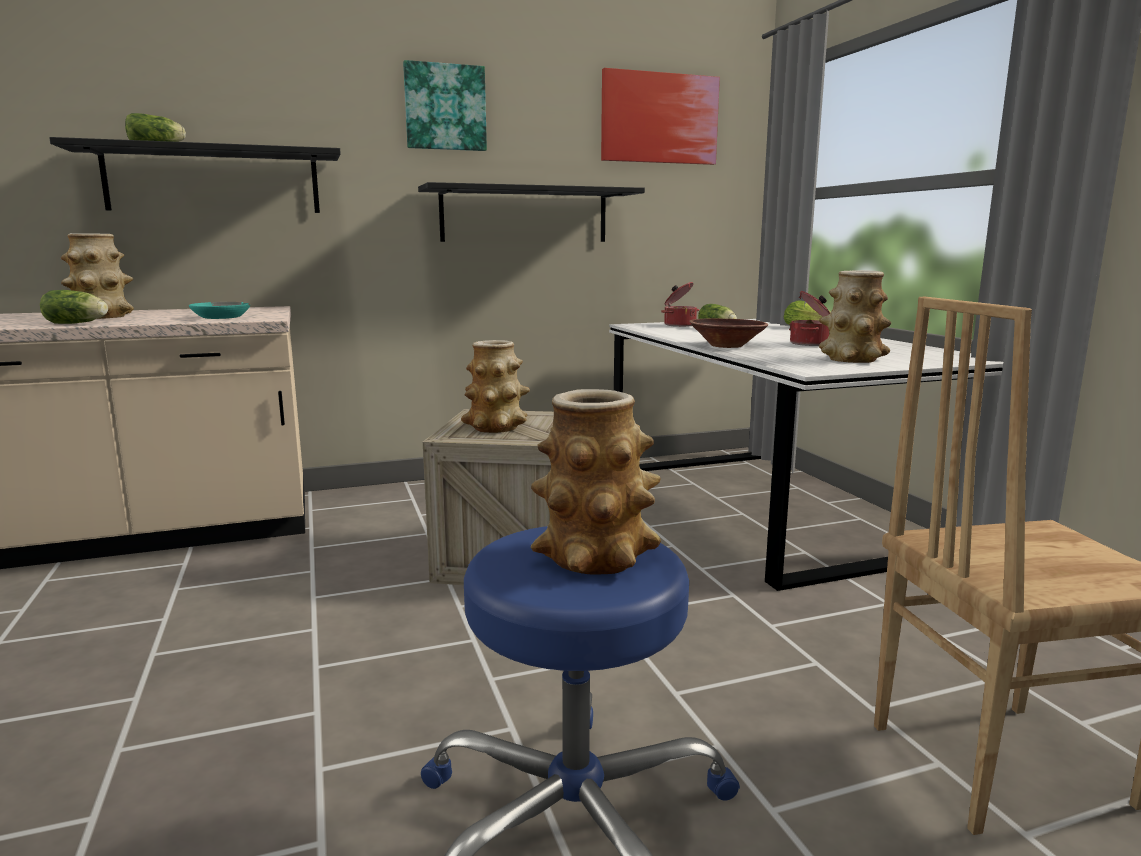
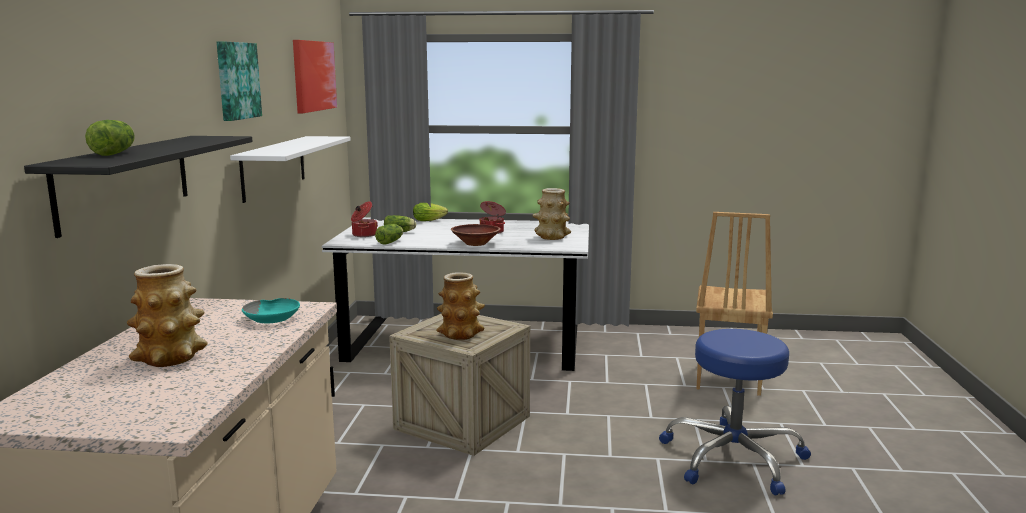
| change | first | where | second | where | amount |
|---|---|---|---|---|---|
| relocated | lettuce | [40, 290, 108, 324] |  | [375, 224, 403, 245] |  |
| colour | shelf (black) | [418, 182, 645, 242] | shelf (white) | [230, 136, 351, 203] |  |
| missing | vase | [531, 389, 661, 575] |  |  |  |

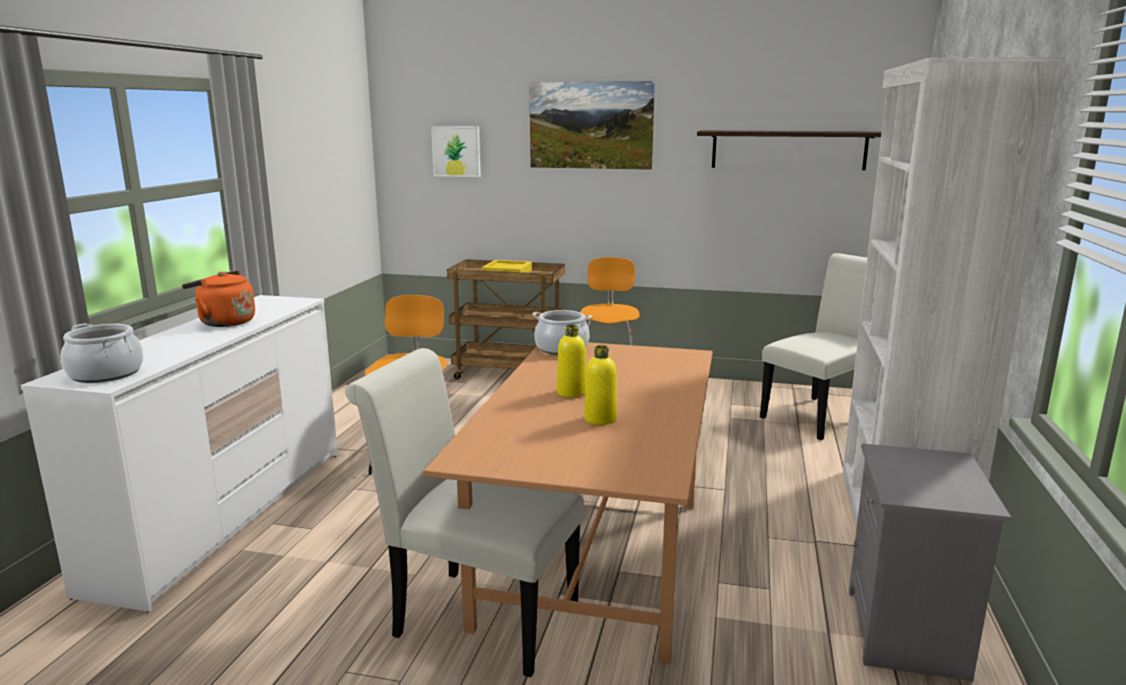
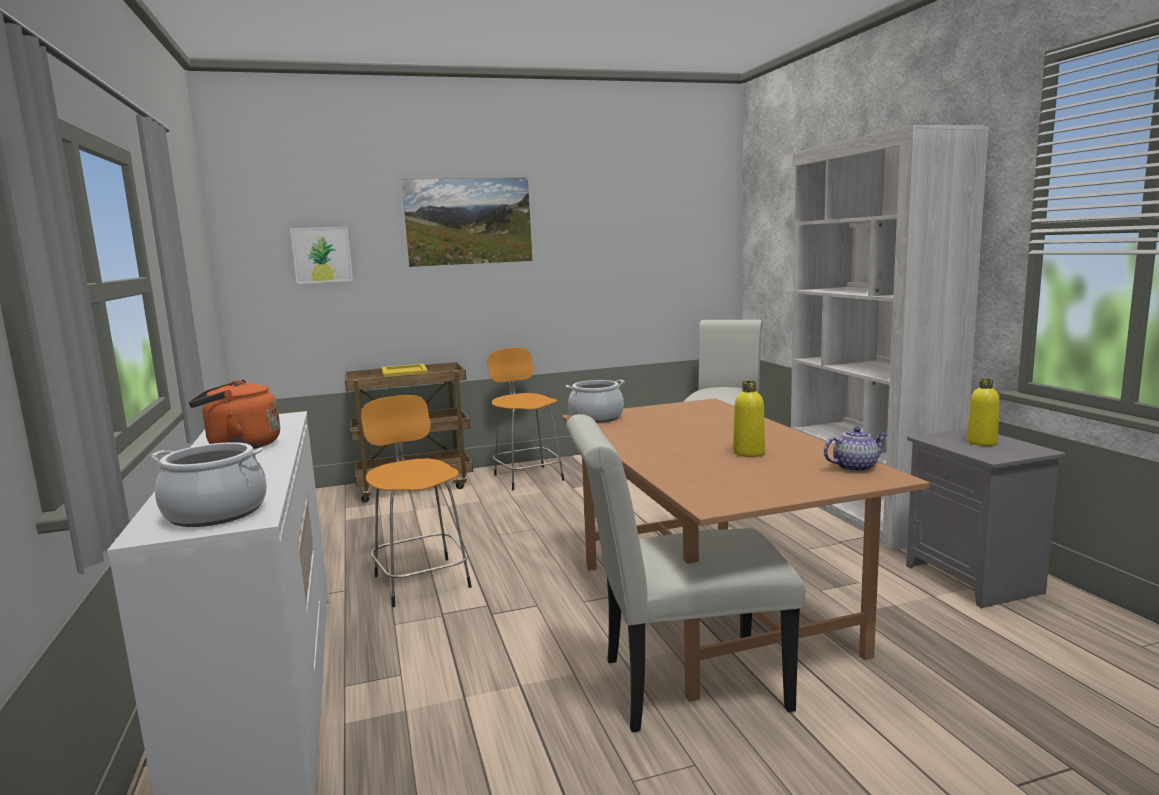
| change | first | where | second | where | amount |
|---|---|---|---|---|---|
| relocated | bottle (yellow) | [557, 325, 586, 398] |  | [966, 379, 999, 446] |  |
| missing | shelf | [697, 130, 882, 170] |  |  |  |
| appeared |  |  | teapot | [824, 427, 887, 472] |  |

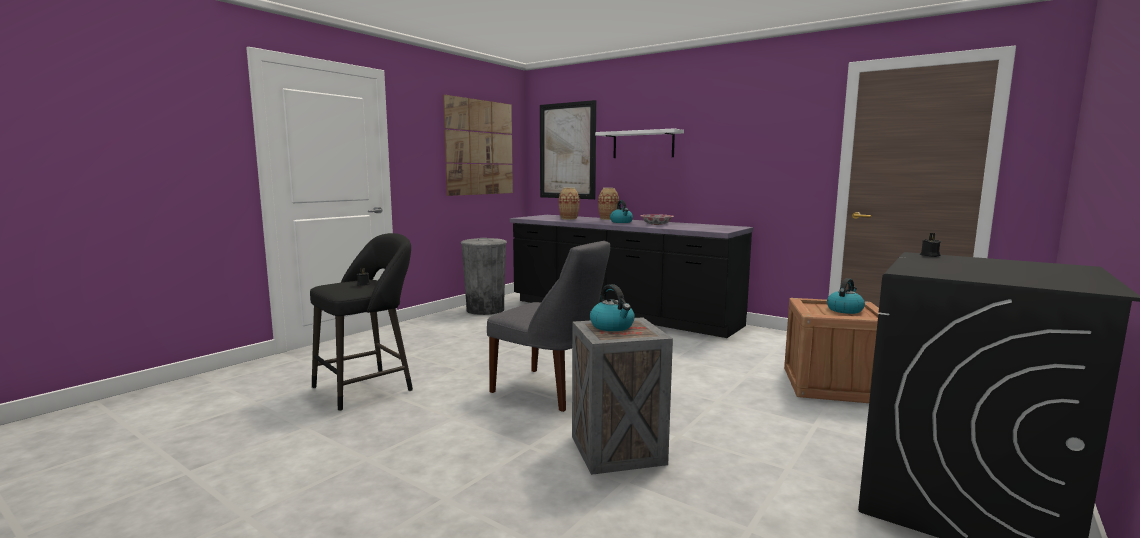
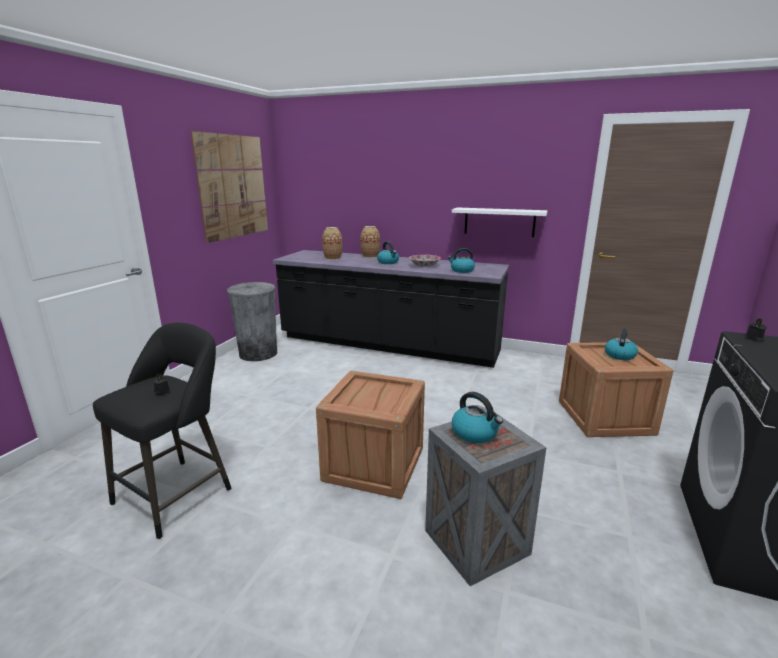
| change | first | where | second | where | amount |
|---|---|---|---|---|---|
| exchanged | chair (grey) | [487, 241, 610, 412] | crate | [316, 371, 425, 499] |  |
| missing | picture | [540, 100, 597, 199] |  |  |  |
| relocated | shelf (white) | [595, 129, 684, 158] |  | [452, 207, 548, 237] |  |
| appeared |  |  | kettle | [448, 248, 475, 273] |  |

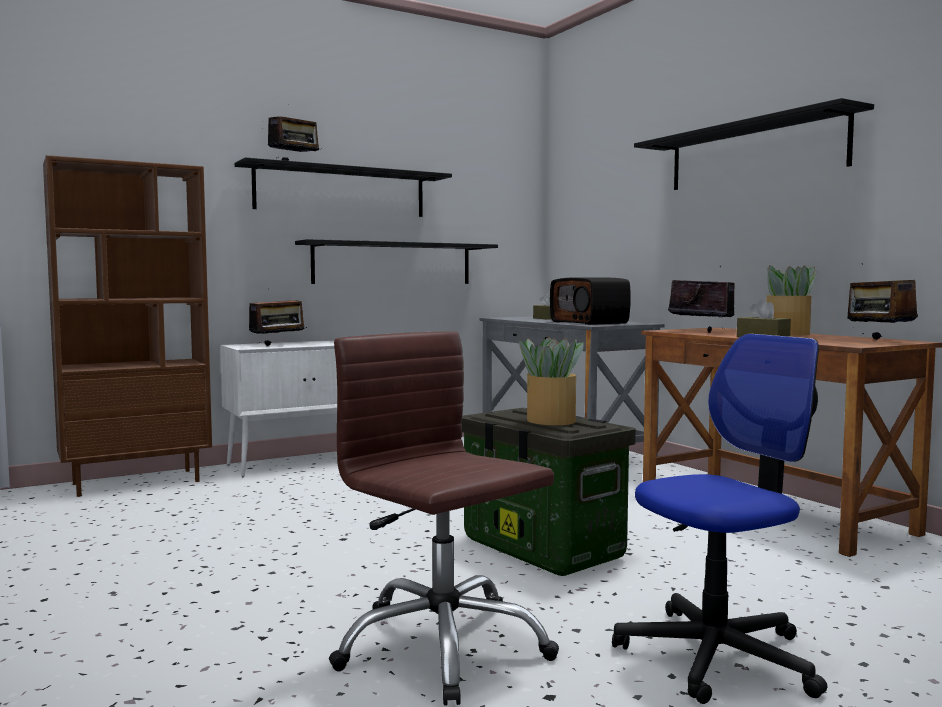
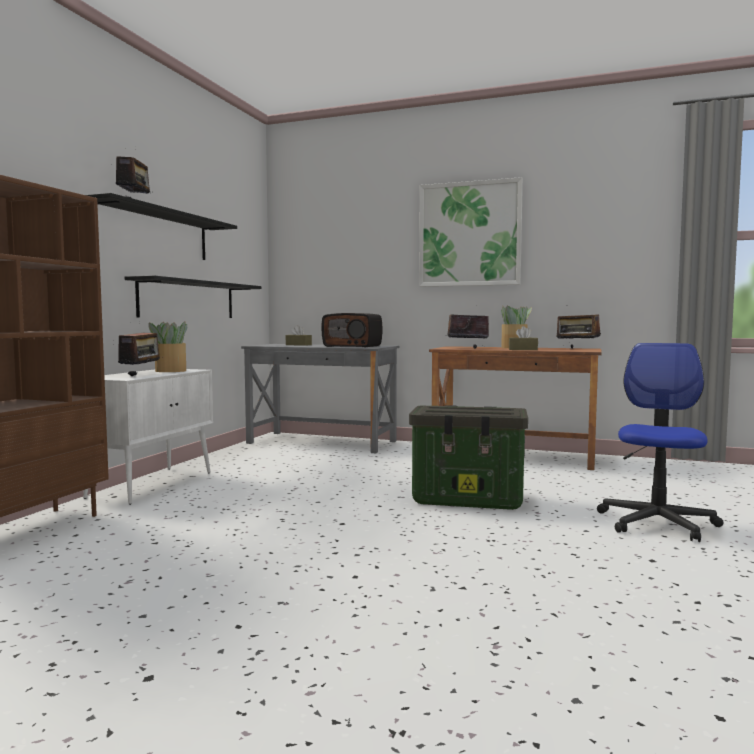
| change | first | where | second | where | amount |
|---|---|---|---|---|---|
| missing | office chair (brown) | [329, 331, 559, 706] |  |  |  |
| relocated | potted plant | [519, 337, 583, 425] |  | [148, 321, 187, 372] |  |
| exchanged | shelf (black) | [634, 98, 874, 190] | picture | [419, 177, 523, 287] |  |

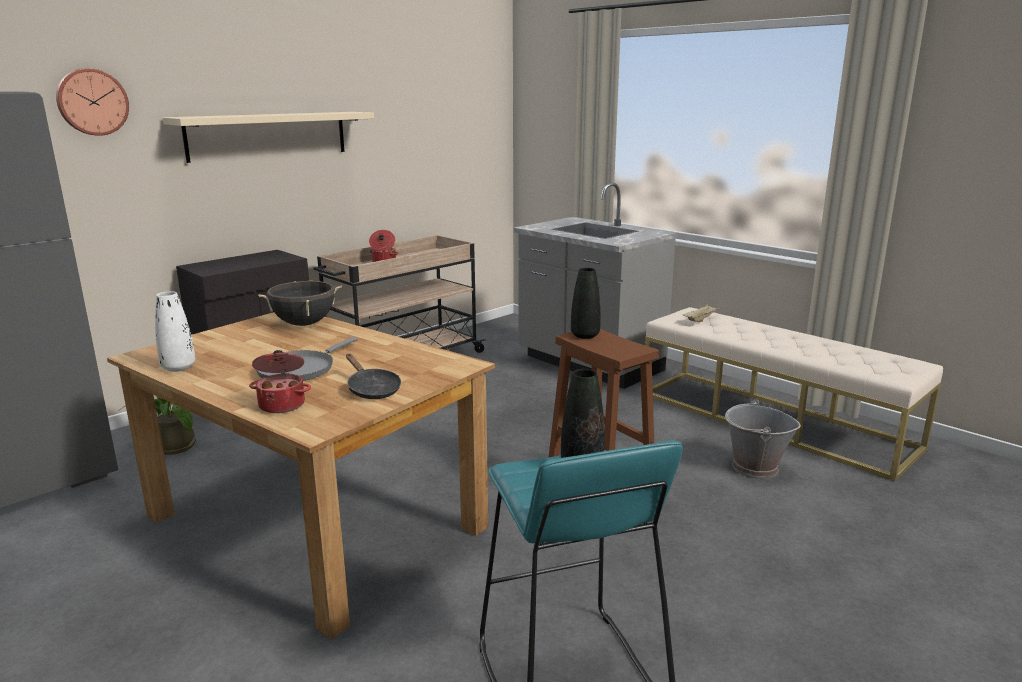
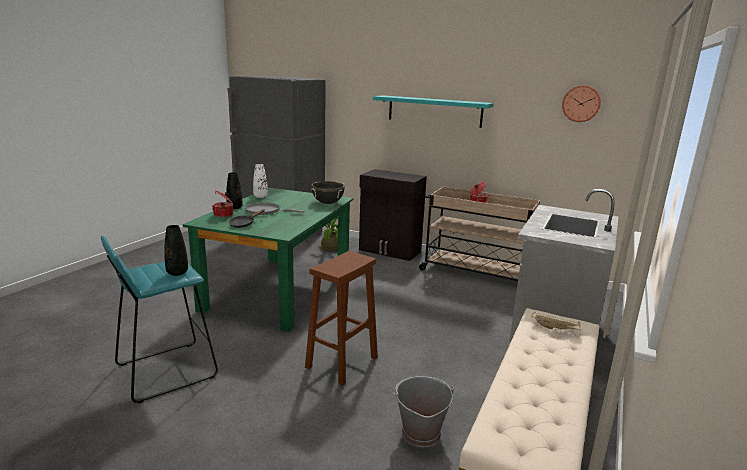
| change | first | where | second | where | amount |
|---|---|---|---|---|---|
| relocated | wall clock | [56, 68, 129, 136] |  | [562, 85, 601, 122] |  |
| colour | dining table (brown) | [107, 312, 495, 639] | dining table (green) | [182, 188, 353, 332] |  |
| colour | shelf (beige) | [163, 112, 374, 163] | shelf (turquoise) | [373, 95, 494, 128] |  |
| relocated | vase (black) | [571, 268, 601, 339] |  | [226, 172, 242, 209] |  |

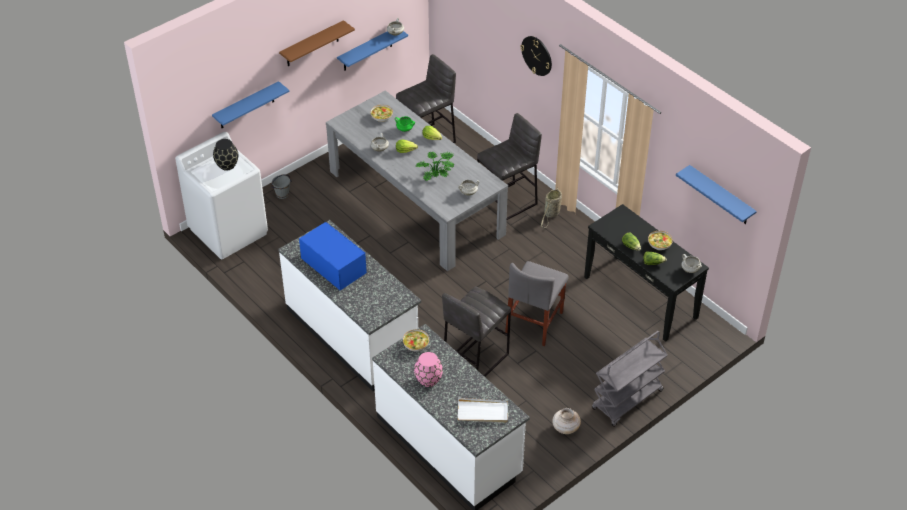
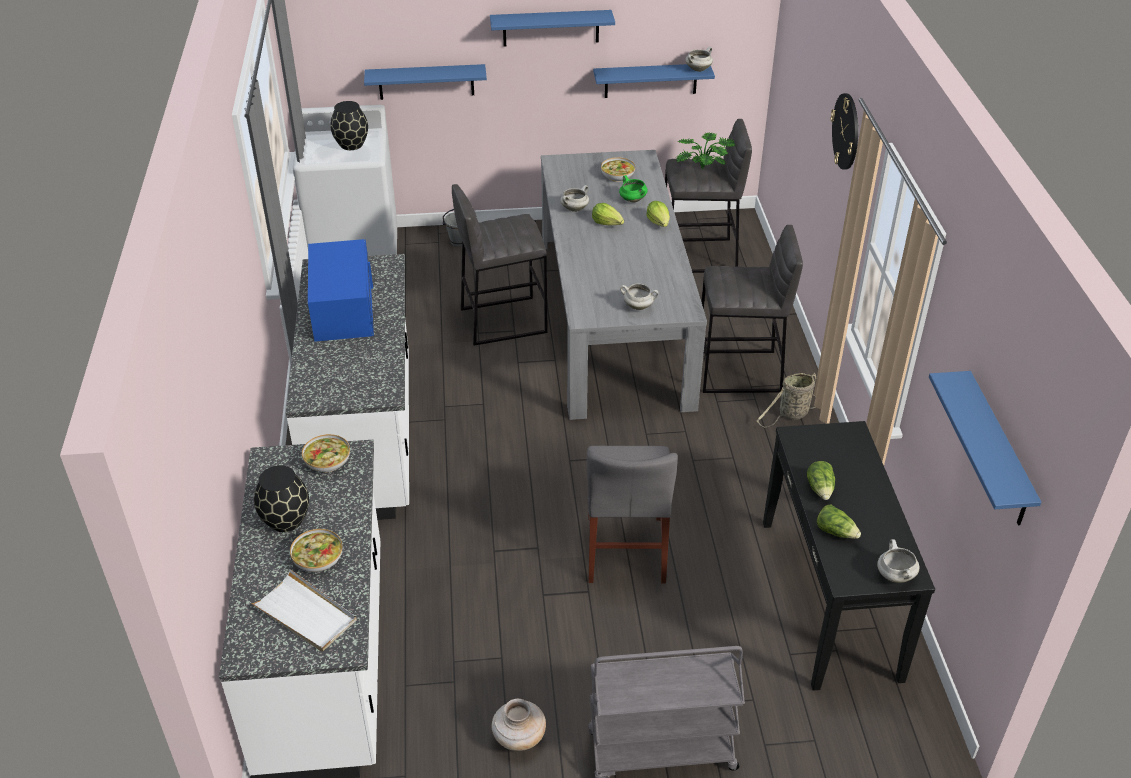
| change | first | where | second | where | amount |
|---|---|---|---|---|---|
| colour | shelf (brown) | [279, 20, 355, 66] | shelf (blue) | [490, 10, 615, 47] |  |
| colour | vase (pink) | [414, 352, 443, 387] | vase (black) | [254, 465, 309, 532] |  |
| relocated | potted plant | [416, 151, 454, 181] |  | [676, 132, 736, 169] |  |
| relocated | stool (grey) | [442, 286, 511, 377] |  | [452, 184, 548, 346] |  |
| spun | chair (grey) | [505, 261, 569, 346] |  | [587, 446, 678, 583] | 60 degrees counterclockwise |
| relocated | bowl | [648, 231, 673, 250] |  | [290, 529, 342, 572] |  |

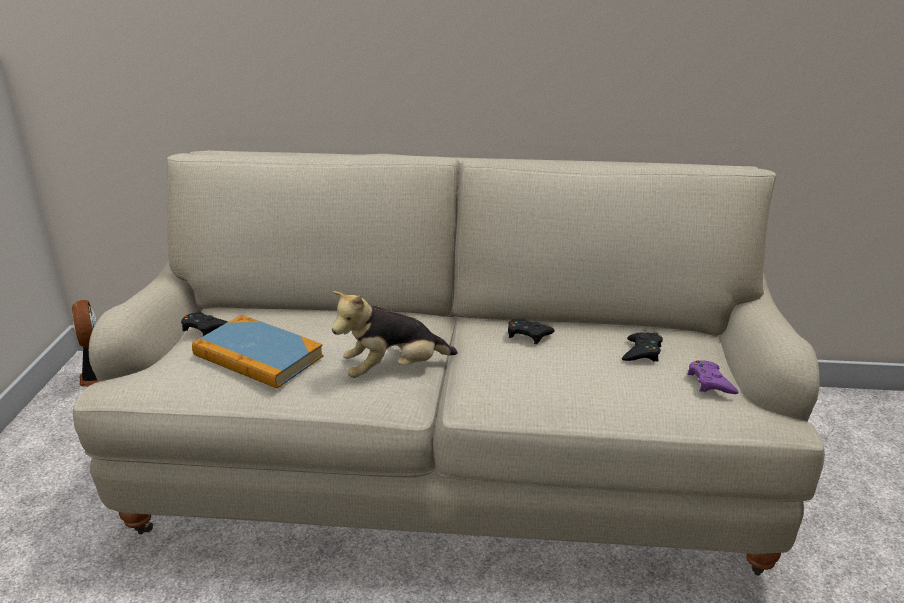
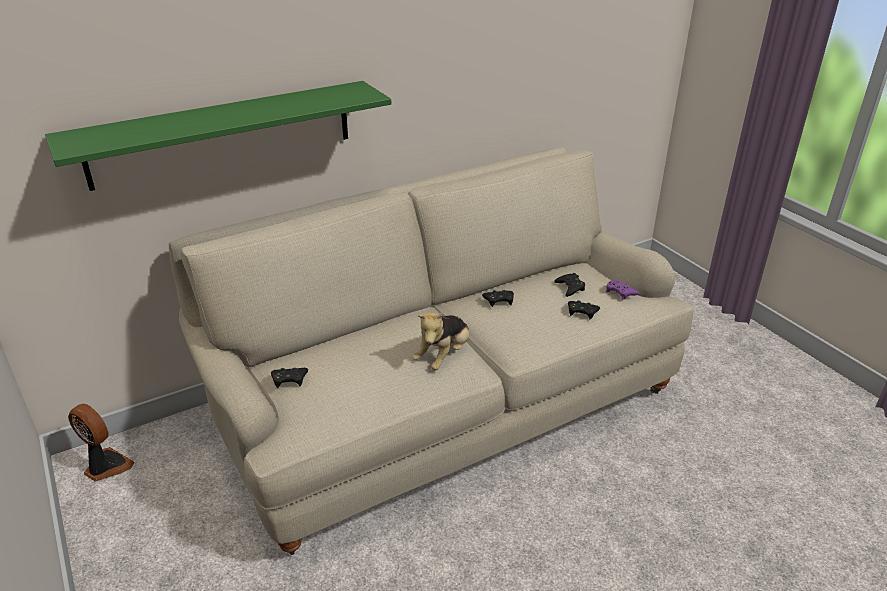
| change | first | where | second | where | amount |
|---|---|---|---|---|---|
| missing | book | [192, 315, 324, 389] |  |  |  |
| appeared |  |  | shelf (green) | [45, 81, 391, 191] |  |
| appeared |  |  | game controller (black) | [568, 300, 600, 320] |  |

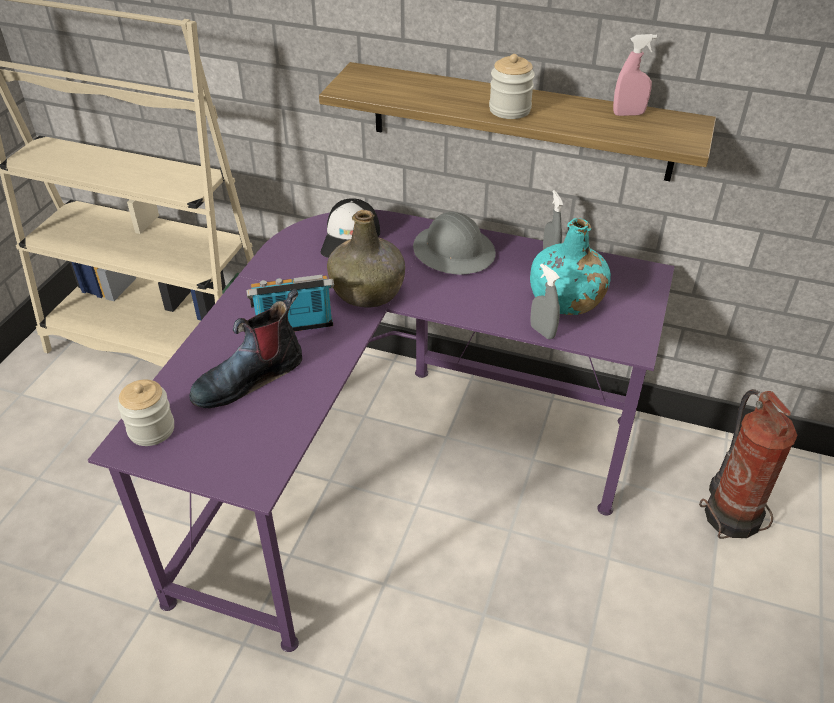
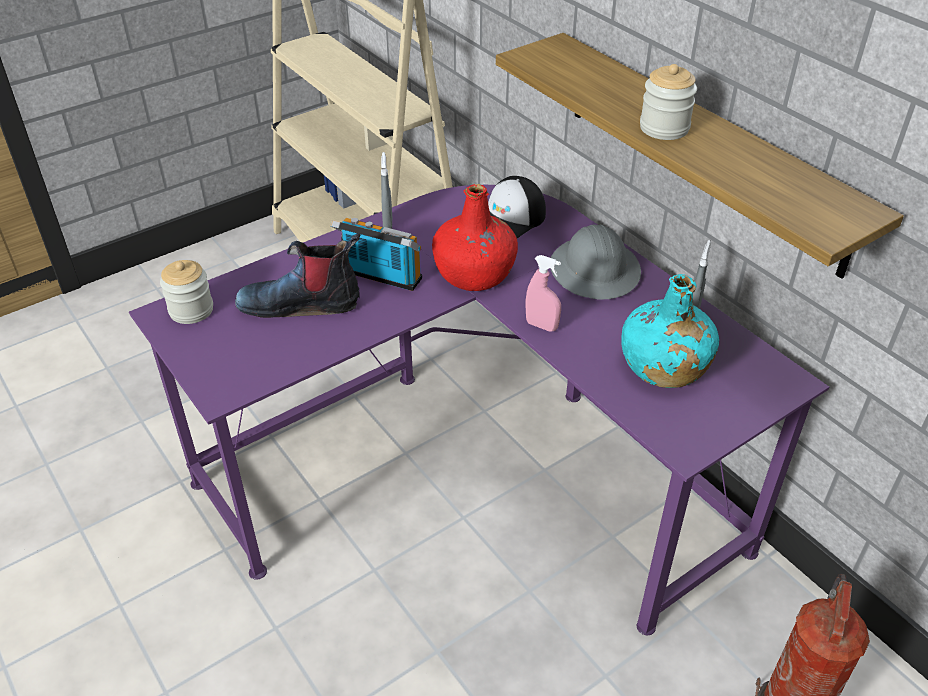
| change | first | where | second | where | amount |
|---|---|---|---|---|---|
| colour | bottle (green) | [327, 210, 405, 307] | bottle (red) | [432, 184, 518, 291] |  |
| relocated | spray bottle (grey) | [530, 264, 560, 339] |  | [381, 152, 392, 229] |  |
| relocated | spray bottle (pink) | [613, 34, 657, 116] |  | [525, 255, 561, 332] |  |

